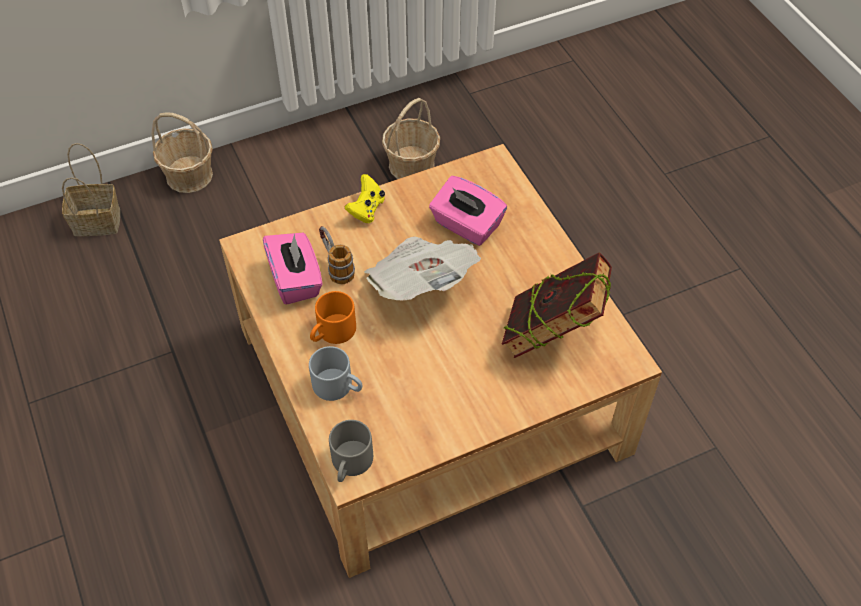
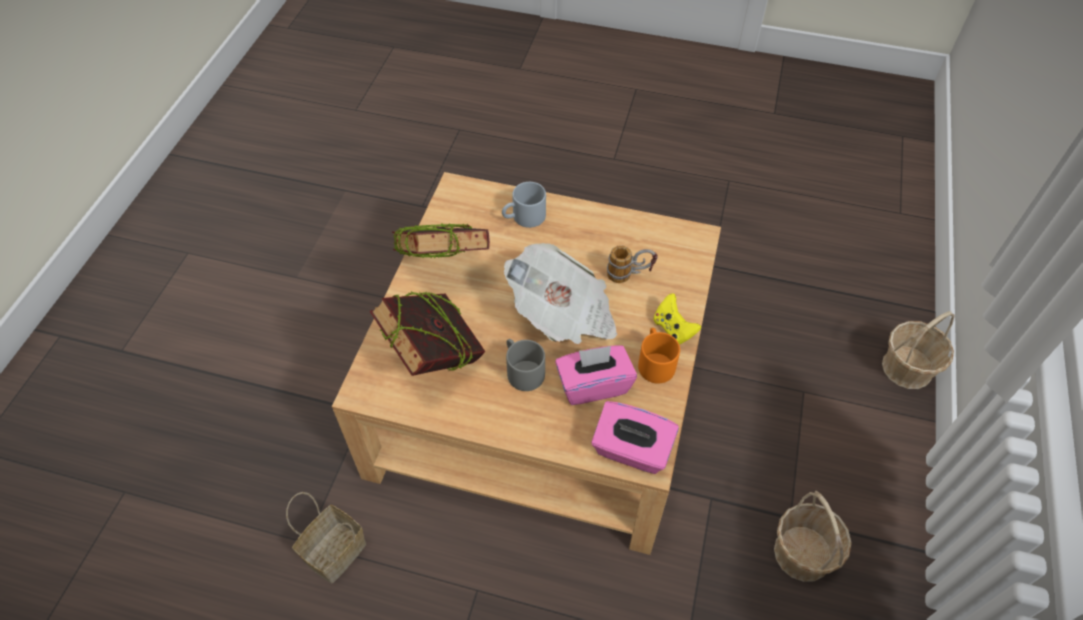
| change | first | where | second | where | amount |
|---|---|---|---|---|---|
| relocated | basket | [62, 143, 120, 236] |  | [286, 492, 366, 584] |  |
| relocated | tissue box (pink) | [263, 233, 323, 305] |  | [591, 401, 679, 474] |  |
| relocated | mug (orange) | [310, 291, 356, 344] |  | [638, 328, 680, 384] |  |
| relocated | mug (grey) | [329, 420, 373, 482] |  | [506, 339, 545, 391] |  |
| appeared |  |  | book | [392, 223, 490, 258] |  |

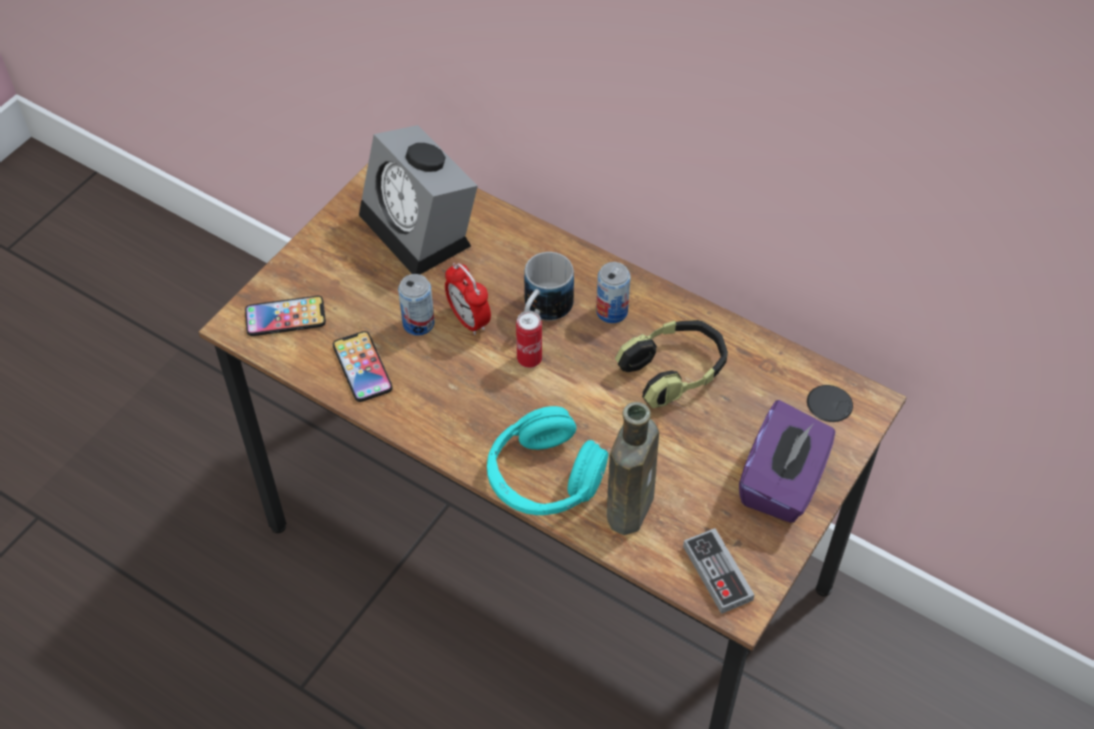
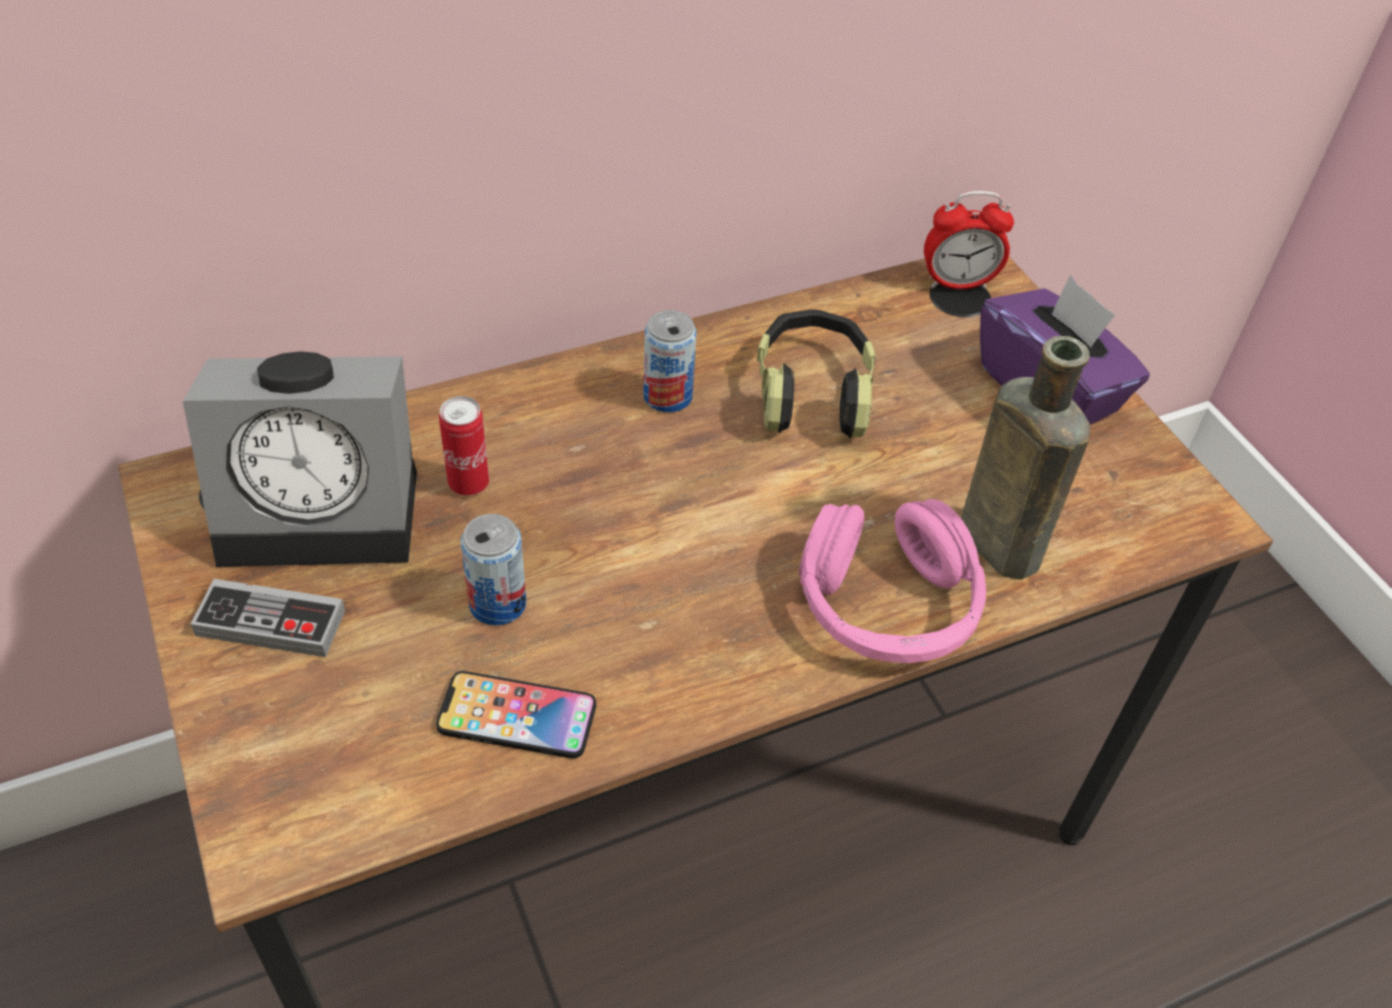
| change | first | where | second | where | amount |
|---|---|---|---|---|---|
| missing | phone | [245, 296, 326, 336] |  |  |  |
| relocated | alarm clock | [445, 263, 491, 335] |  | [924, 191, 1014, 289] |  |
| colour | headphones (turquoise) | [487, 406, 608, 515] | headphones (pink) | [799, 499, 986, 663] |  |
| relocated | can | [516, 311, 542, 368] |  | [439, 396, 489, 496] |  |
| missing | mug | [524, 252, 574, 321] |  |  |  |
| relocated | game controller | [683, 528, 754, 614] |  | [191, 579, 345, 657] |  |

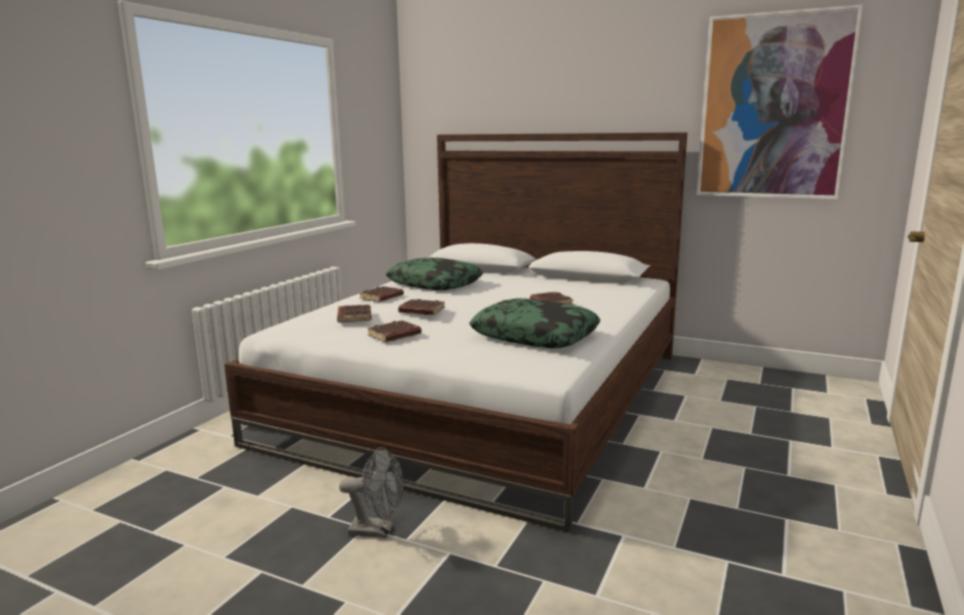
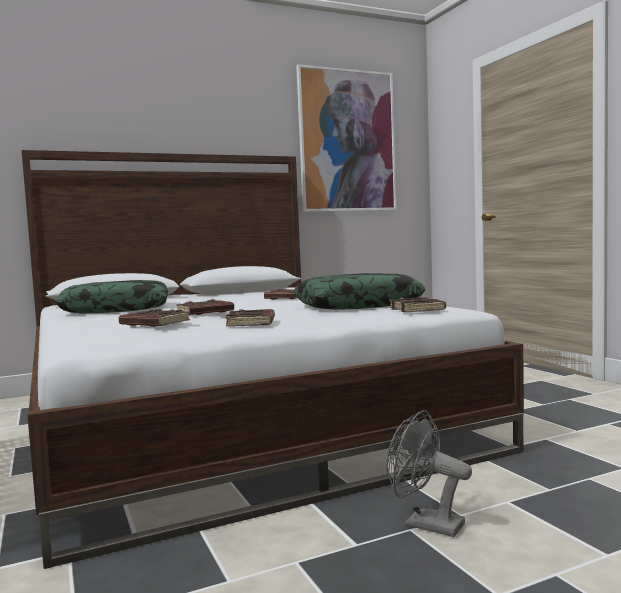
| change | first | where | second | where | amount |
|---|---|---|---|---|---|
| spun | fan (grey) | [339, 447, 403, 538] |  | [386, 410, 472, 537] | 105 degrees counterclockwise |
| relocated | book (brown) | [359, 286, 404, 302] |  | [389, 297, 446, 312] |  |

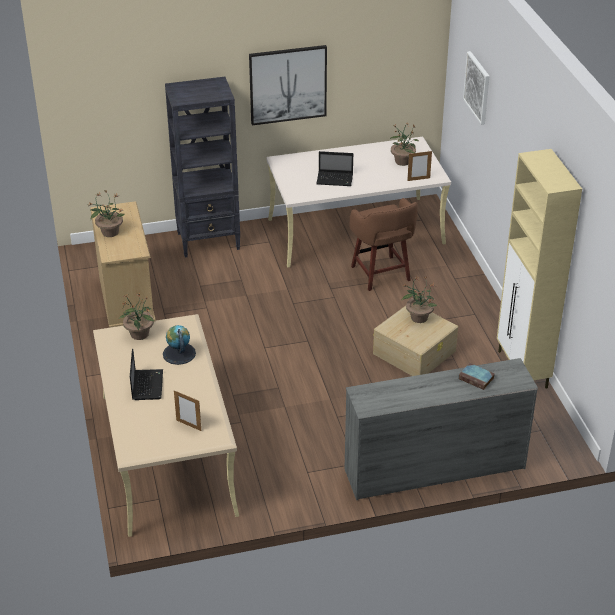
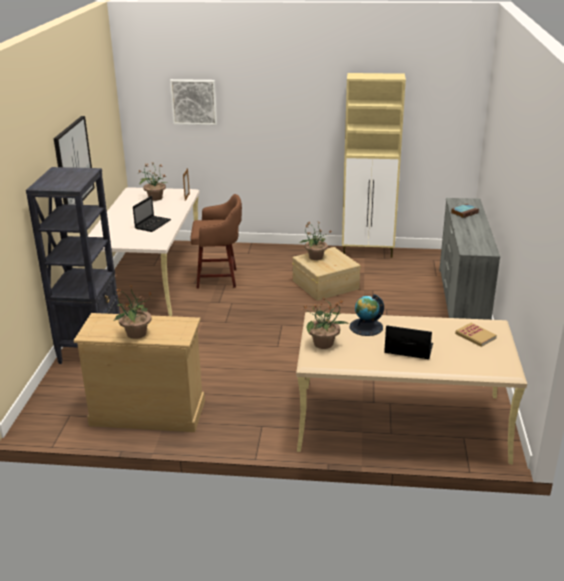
| change | first | where | second | where | amount |
|---|---|---|---|---|---|
| exchanged | picture frame | [174, 390, 201, 431] | book | [455, 323, 497, 347] |  |

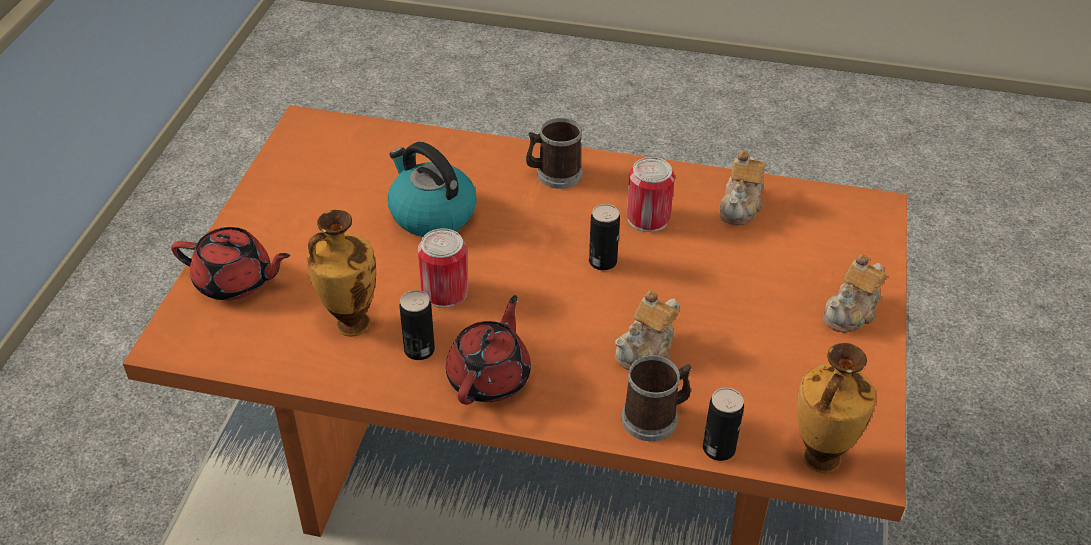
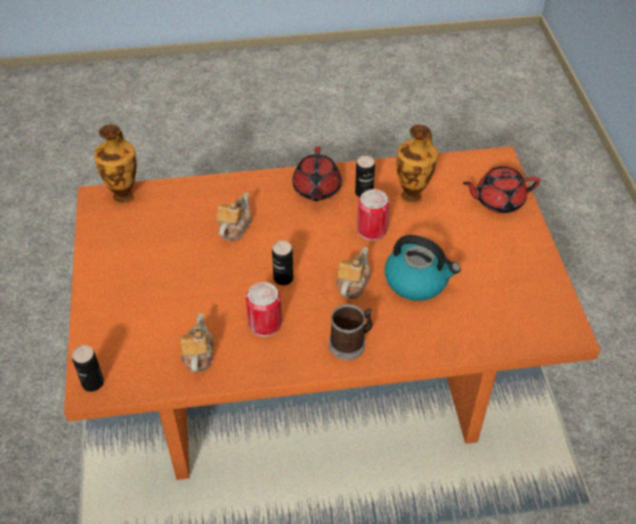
| change | first | where | second | where | amount |
|---|---|---|---|---|---|
| missing | mug | [622, 355, 691, 441] |  |  |  |
| relocated | can | [703, 388, 744, 461] |  | [72, 345, 104, 392] |  |
| relocated | teapot | [823, 254, 887, 333] |  | [336, 247, 371, 299] |  |

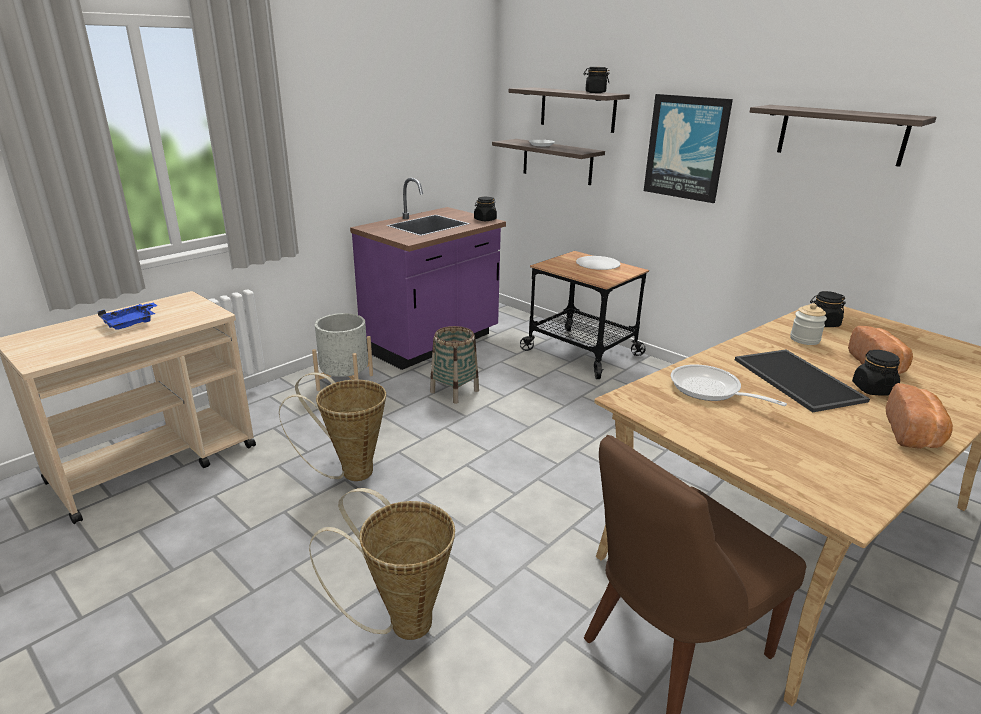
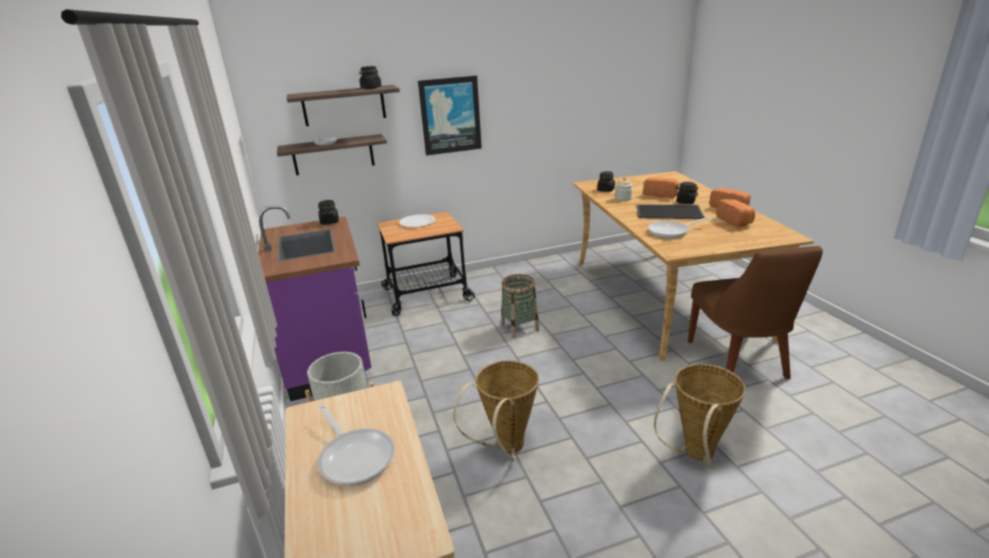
| change | first | where | second | where | amount |
|---|---|---|---|---|---|
| exchanged | tray (blue) | [97, 303, 157, 330] | frying pan | [317, 404, 395, 486] |  |
| relocated | basket | [430, 326, 479, 404] |  | [501, 274, 539, 338] |  |
| missing | shelf | [750, 105, 937, 167] |  |  |  |
| appeared |  |  | bread | [716, 199, 755, 227] |  |

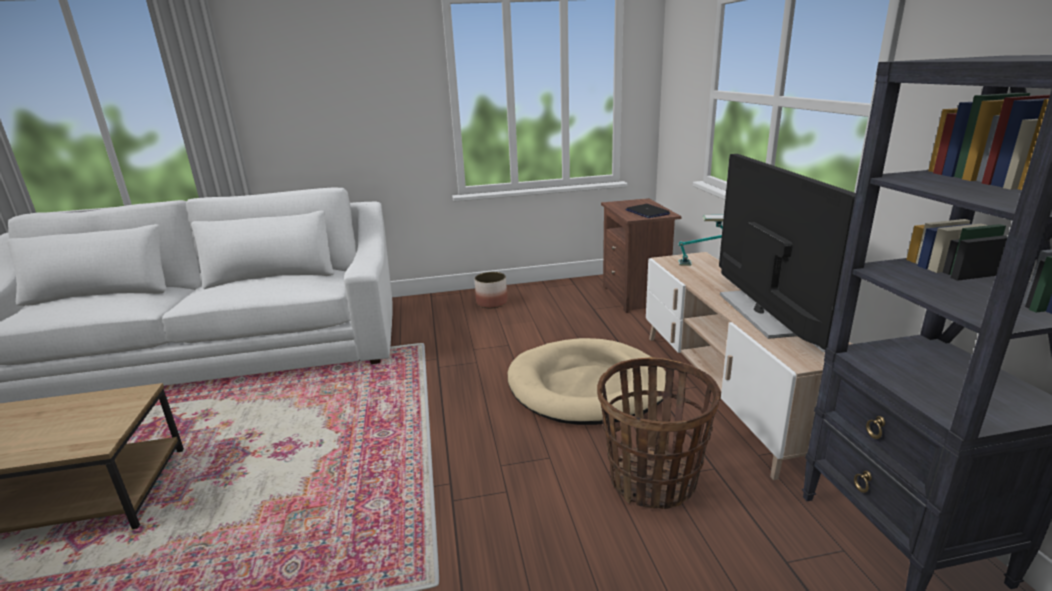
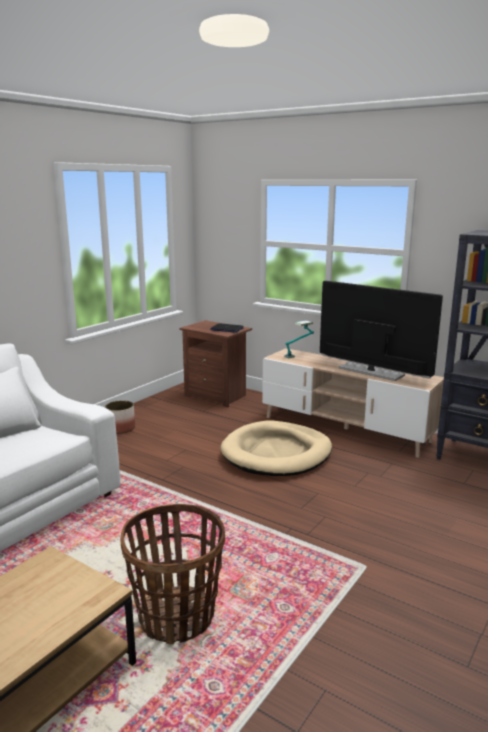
| change | first | where | second | where | amount |
|---|---|---|---|---|---|
| relocated | basket | [597, 357, 721, 509] |  | [120, 504, 225, 644] |  |

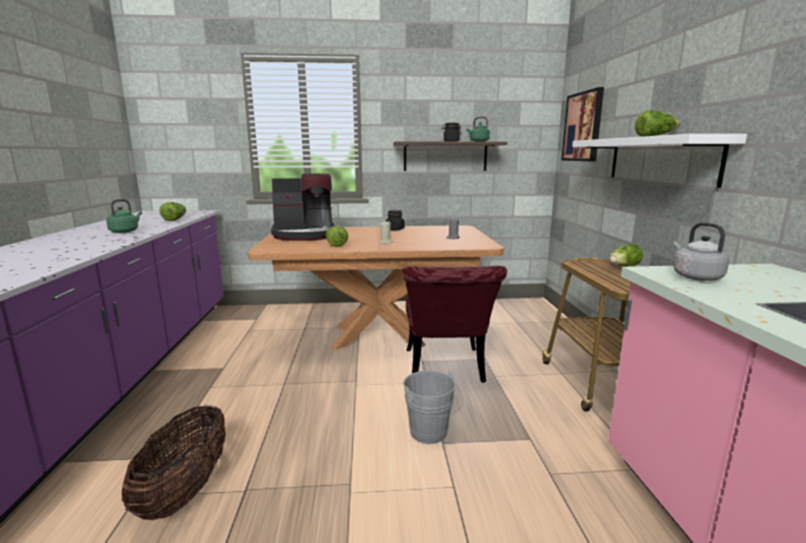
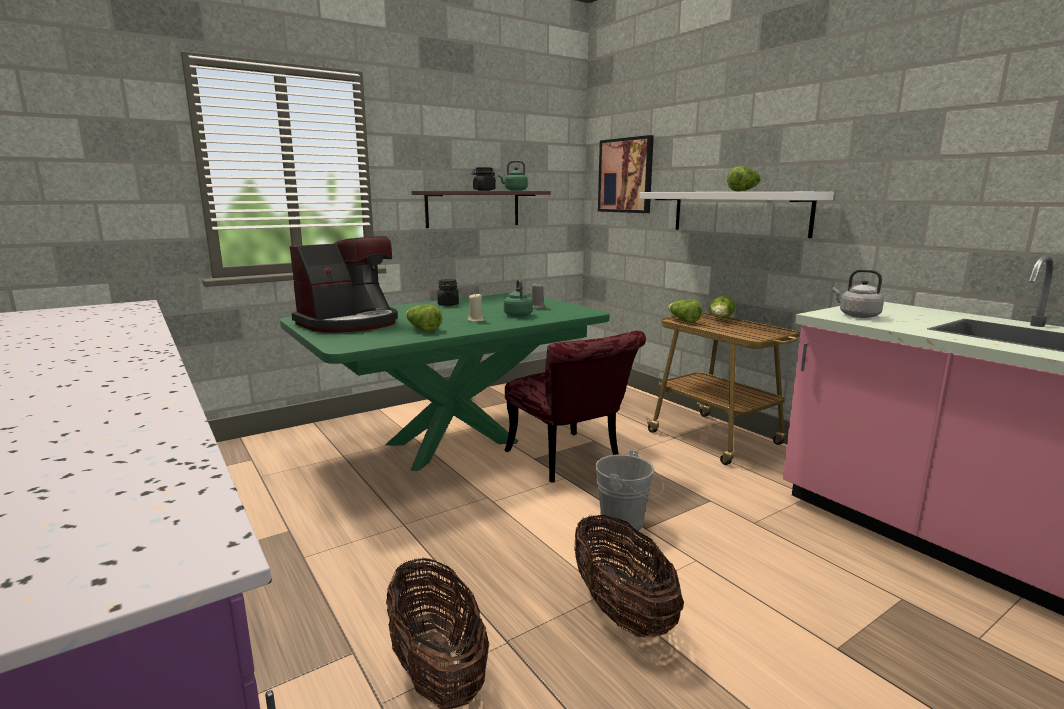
| change | first | where | second | where | amount |
|---|---|---|---|---|---|
| relocated | kettle (green) | [106, 199, 142, 233] |  | [504, 279, 533, 317] |  |
| relocated | lettuce | [159, 202, 186, 221] |  | [668, 299, 703, 323] |  |
| colour | dining table (brown) | [248, 225, 504, 350] | dining table (green) | [280, 293, 610, 471] |  |
| appeared |  |  | basket | [574, 514, 684, 638] |  |

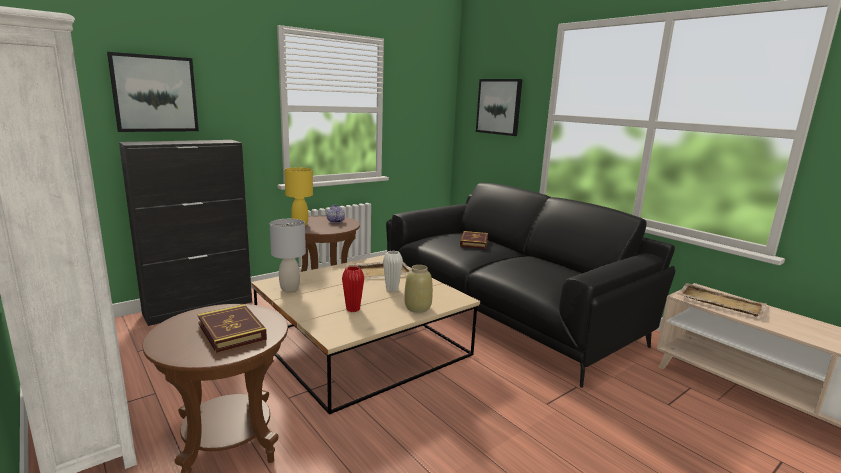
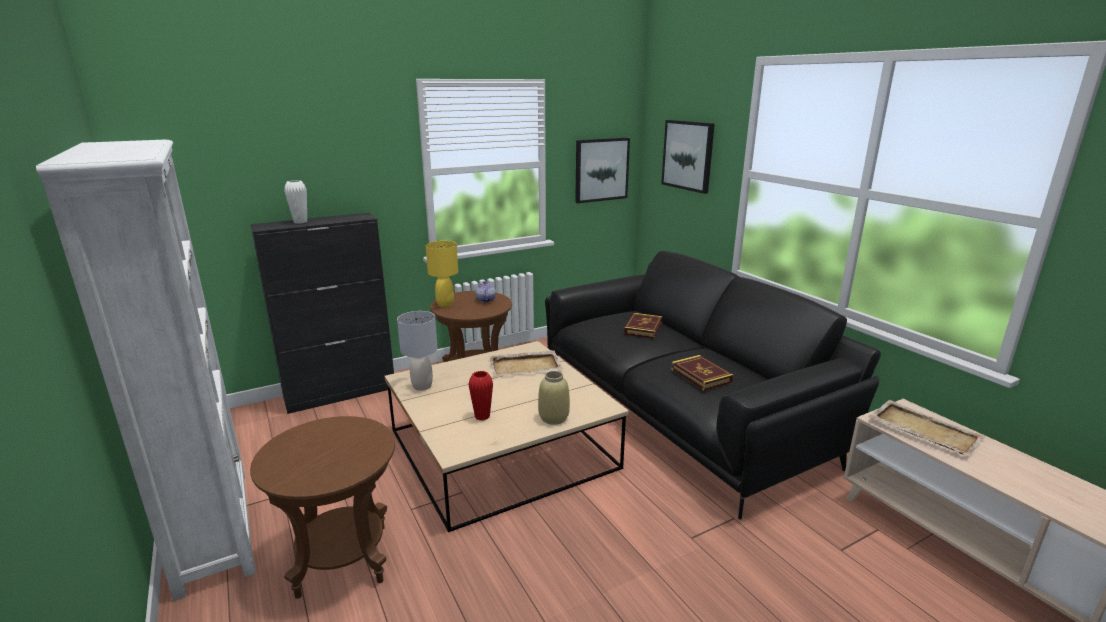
| change | first | where | second | where | amount |
|---|---|---|---|---|---|
| relocated | picture | [107, 52, 199, 132] |  | [575, 138, 630, 203] |  |
| relocated | book | [198, 304, 267, 353] |  | [671, 355, 734, 391] |  |
| relocated | vase (white) | [383, 251, 403, 292] |  | [284, 180, 307, 224] |  |

